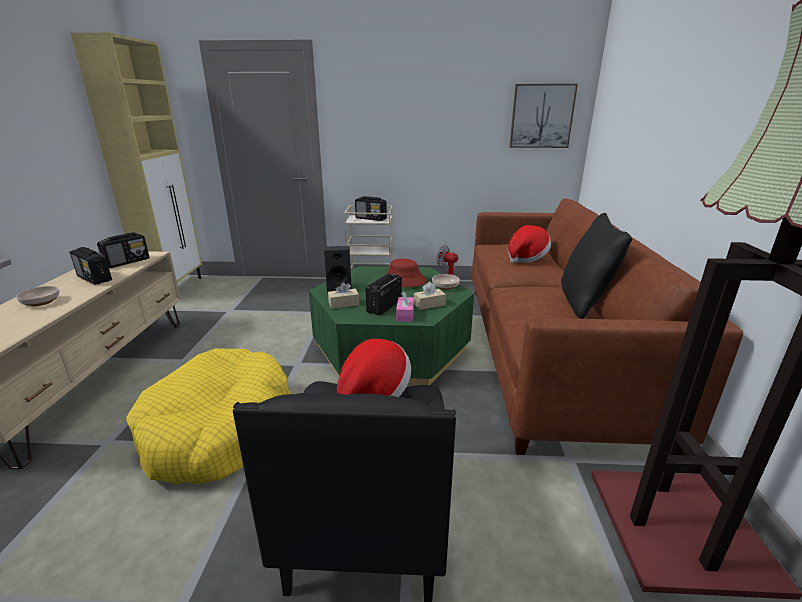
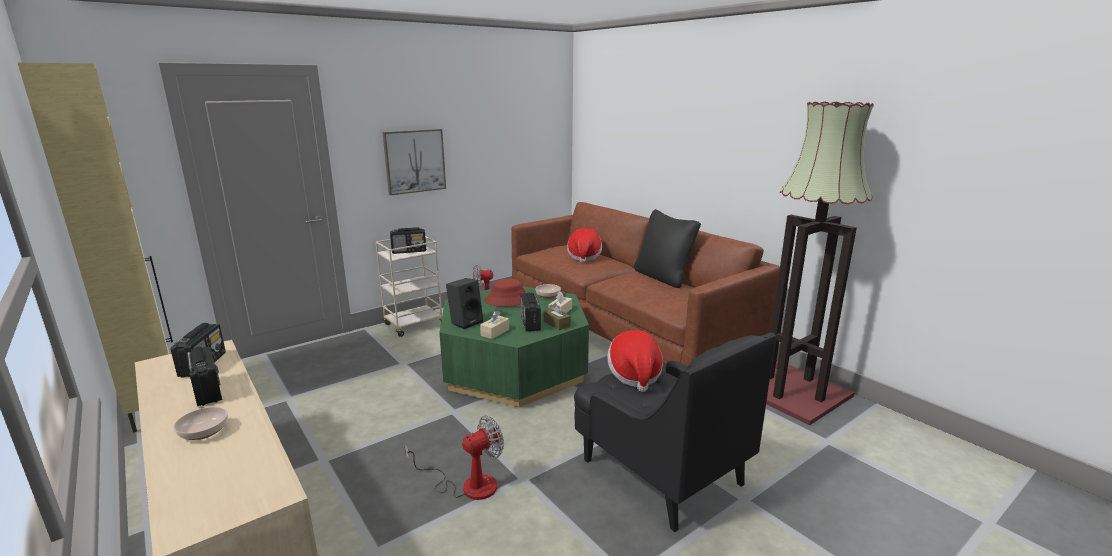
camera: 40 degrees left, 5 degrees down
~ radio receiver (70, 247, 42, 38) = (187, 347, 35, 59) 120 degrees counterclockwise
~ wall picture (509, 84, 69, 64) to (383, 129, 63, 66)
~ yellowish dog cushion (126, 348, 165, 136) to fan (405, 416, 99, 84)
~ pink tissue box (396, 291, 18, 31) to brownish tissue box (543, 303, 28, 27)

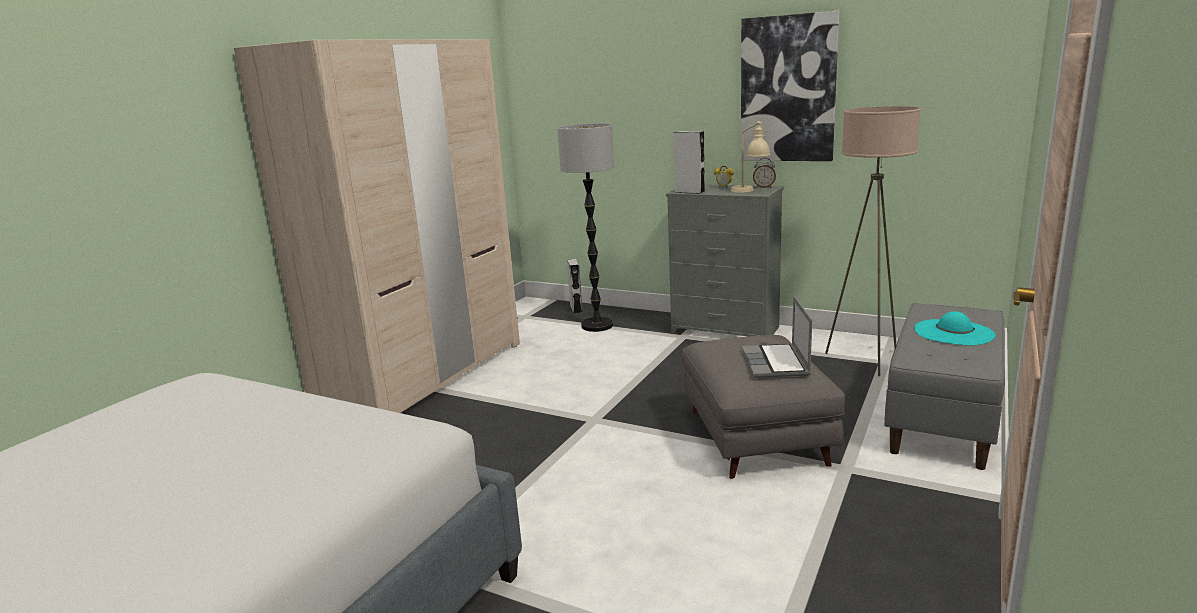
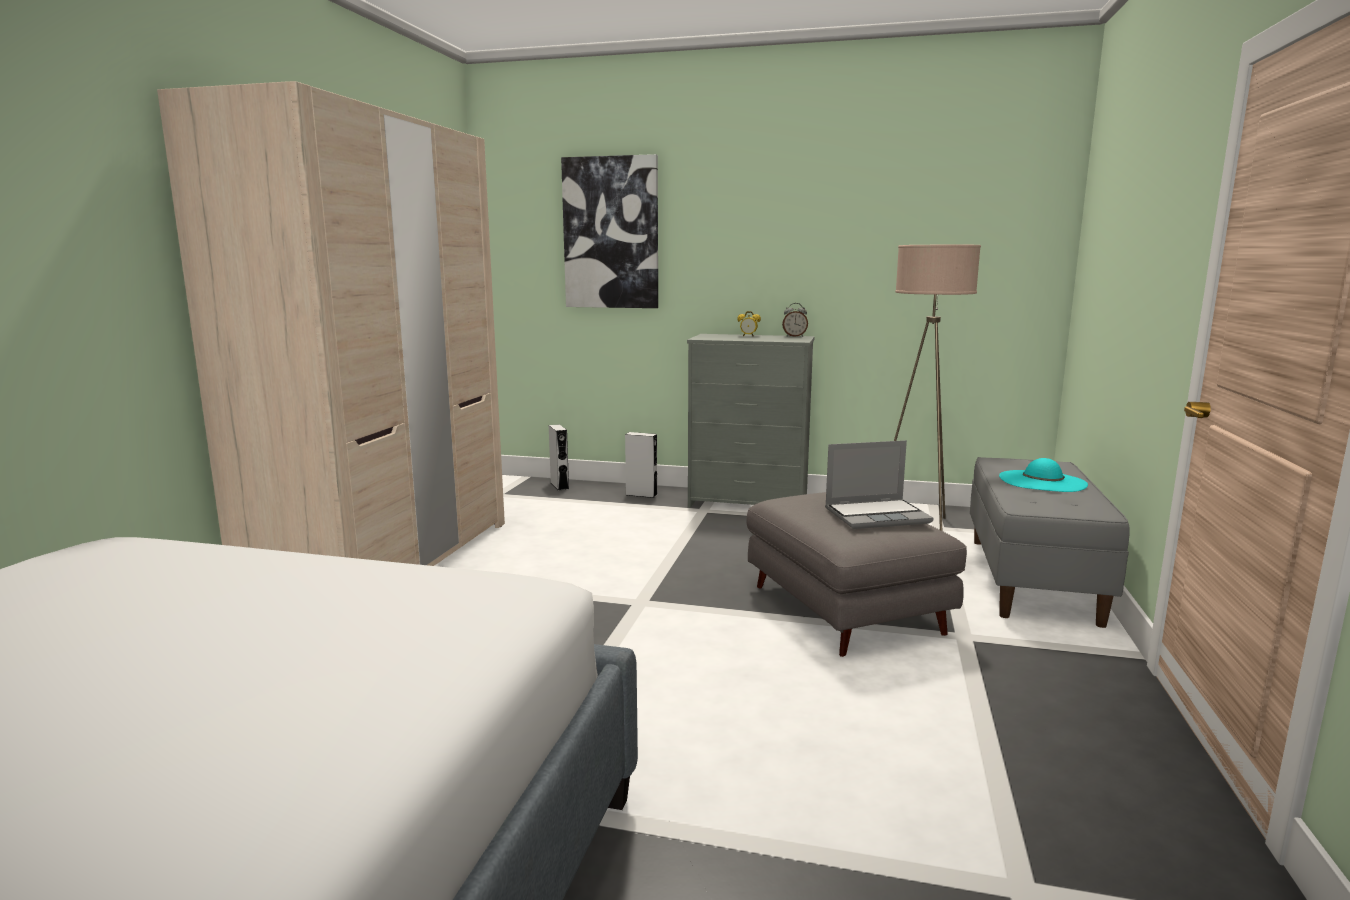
camera: 15 degrees left, 5 degrees down
~ wall picture (741, 11, 98, 150) to (561, 154, 97, 154)
~ grey speaker (674, 131, 31, 63) to (625, 432, 33, 66)
~ laptop (742, 296, 70, 82) = (825, 440, 108, 89) 90 degrees counterclockwise
- standing lamp (557, 123, 57, 209)
- beige-coloured lamp for a table (731, 121, 39, 72)

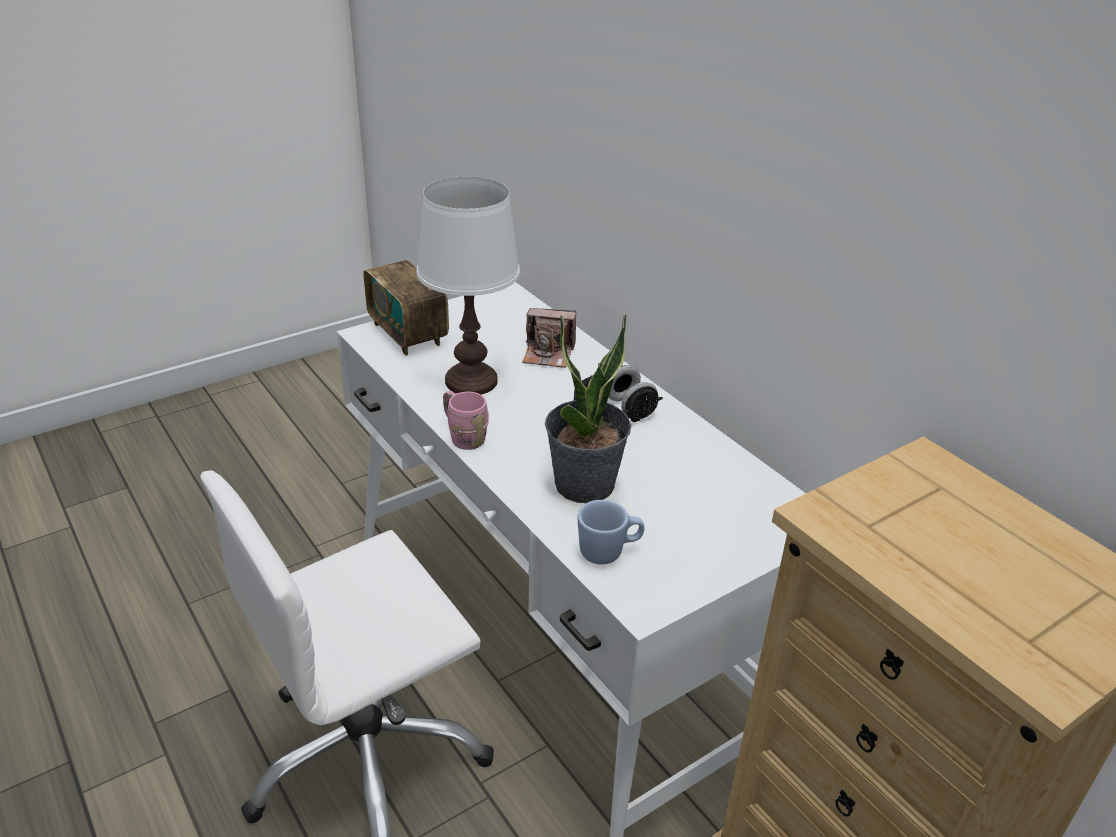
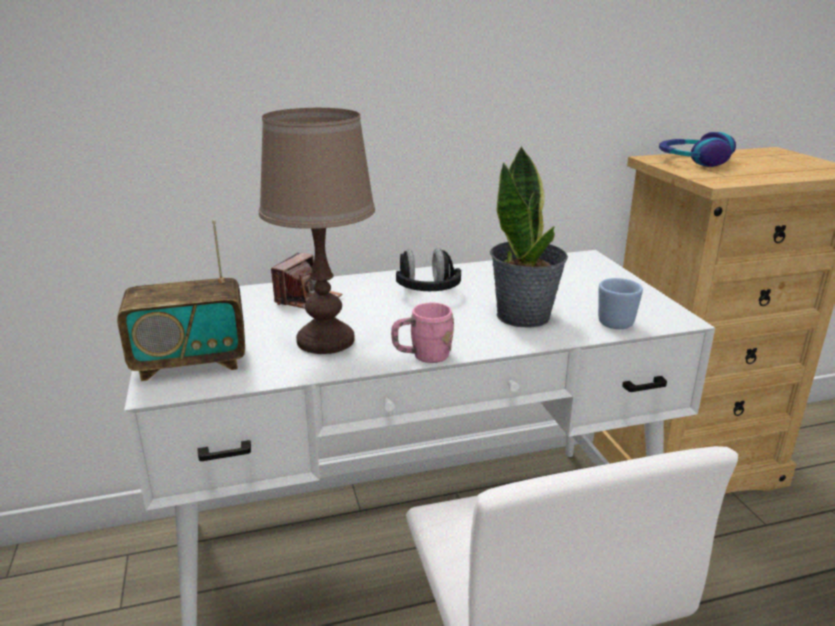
camera: 70 degrees left, 10 degrees down
~ white lamp for a table (416, 176, 104, 219) to brownish lamp for a table (259, 108, 116, 246)
+ headphones (659, 132, 77, 35)

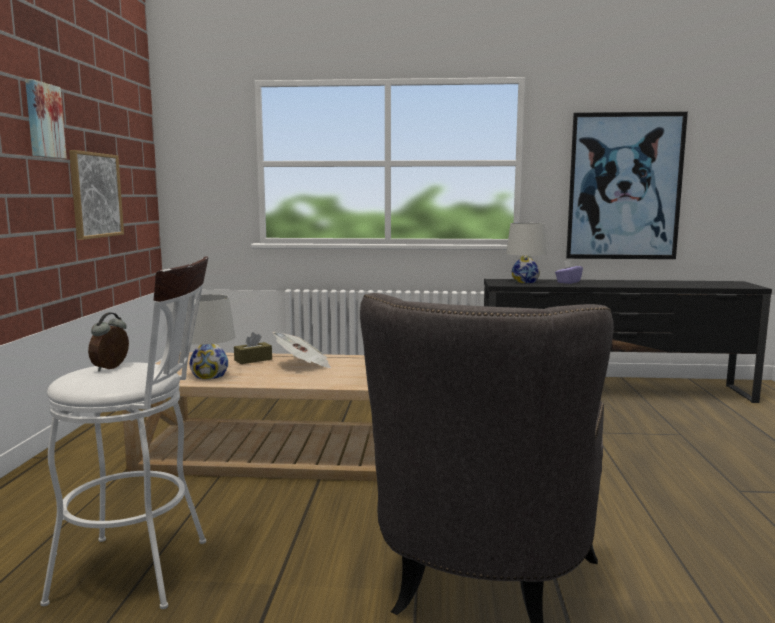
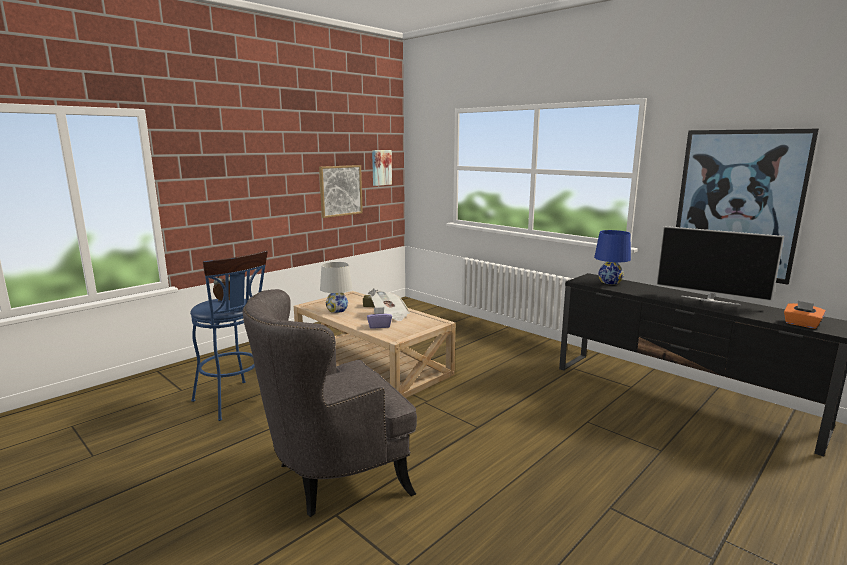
camera: 40 degrees right, 5 degrees up
~ white stool (40, 256, 169, 353) to blue-coloured stool (190, 251, 78, 170)
~ purplish tissue box (555, 260, 28, 24) to (367, 307, 25, 22)
~ wall picture (25, 79, 42, 80) to (372, 150, 20, 36)
~ white lamp for a table (506, 223, 41, 60) to blue-coloured lamp for a table (594, 230, 37, 54)
+ television (656, 226, 128, 79)
+ orangey tissue box (784, 301, 42, 28)

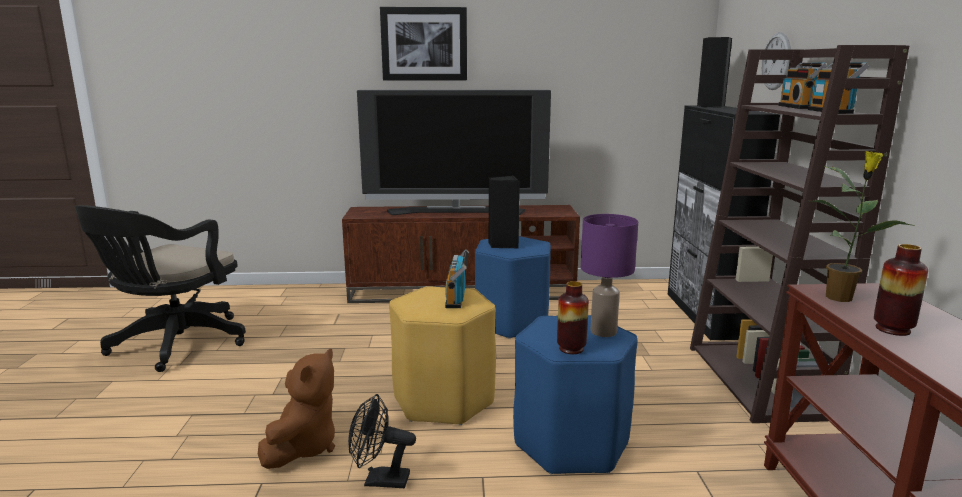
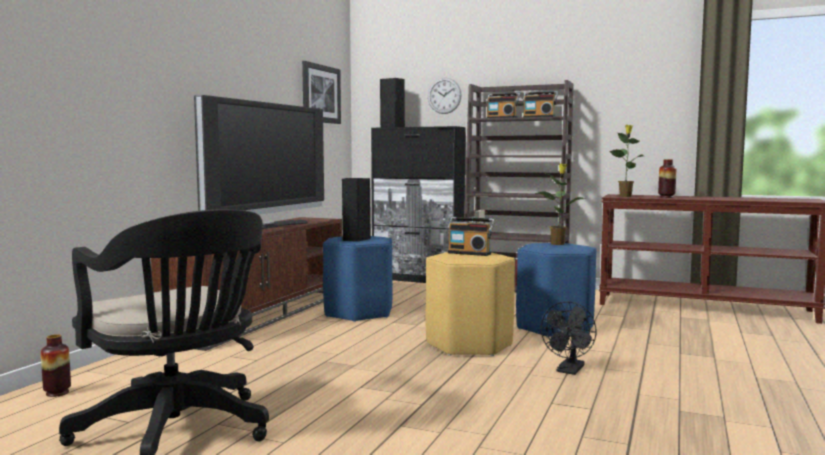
camera: 65 degrees left, 10 degrees down
~ vase (557, 281, 32, 73) to (41, 334, 30, 63)
~ wall picture (380, 7, 87, 73) to (302, 61, 39, 63)
~ purplish lamp for a table (581, 214, 57, 123) to plant in a pot (537, 163, 48, 82)
- brownish cuddly toy (258, 349, 77, 120)

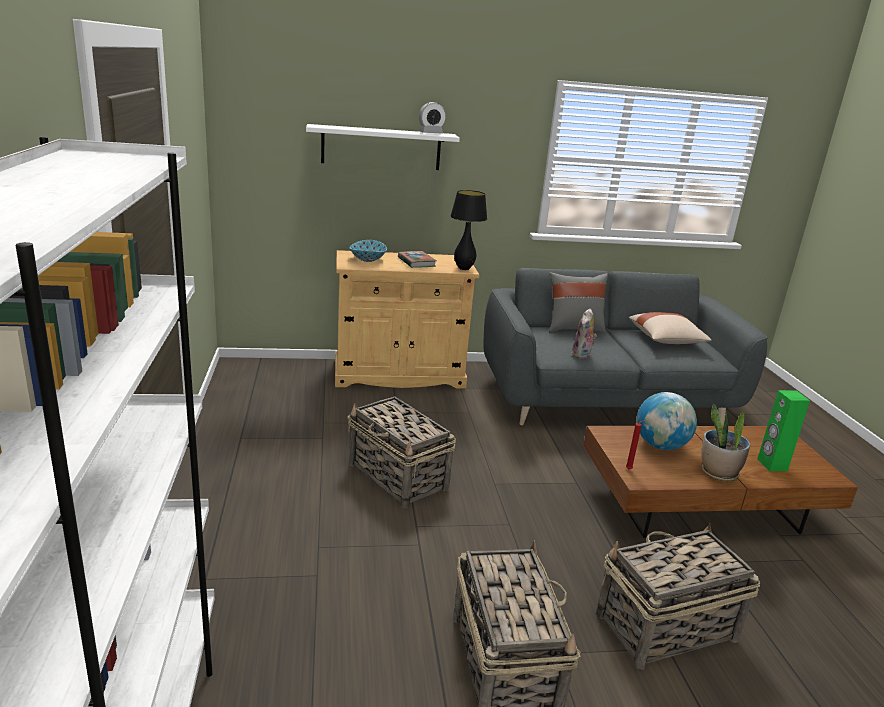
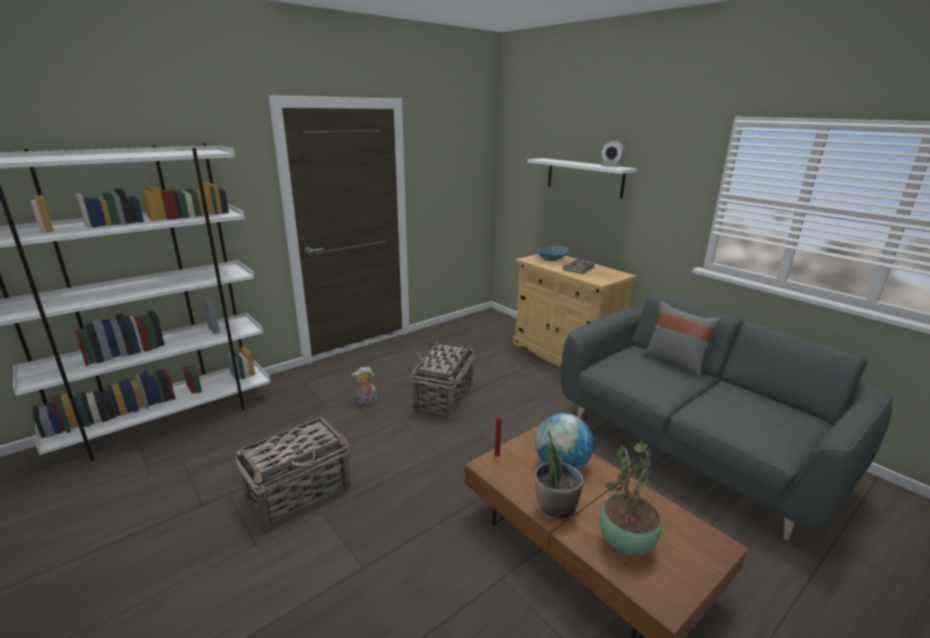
camera: 60 degrees right, 0 degrees up
~ cuddly toy (571, 308, 26, 50) to (351, 367, 26, 37)
~ greenish speaker (757, 390, 53, 81) to plant in a pot (600, 440, 62, 116)
- blackish lamp for a table (451, 190, 36, 80)
- basket (596, 523, 164, 147)
- beige-coloured cushion (629, 312, 83, 32)

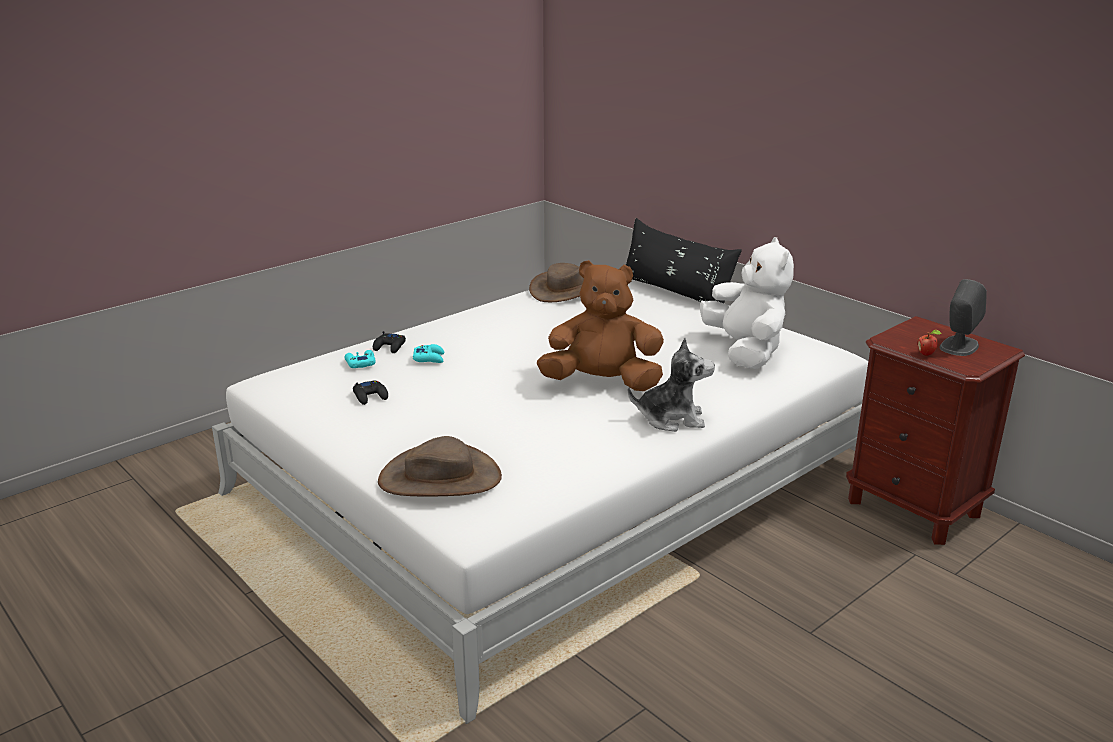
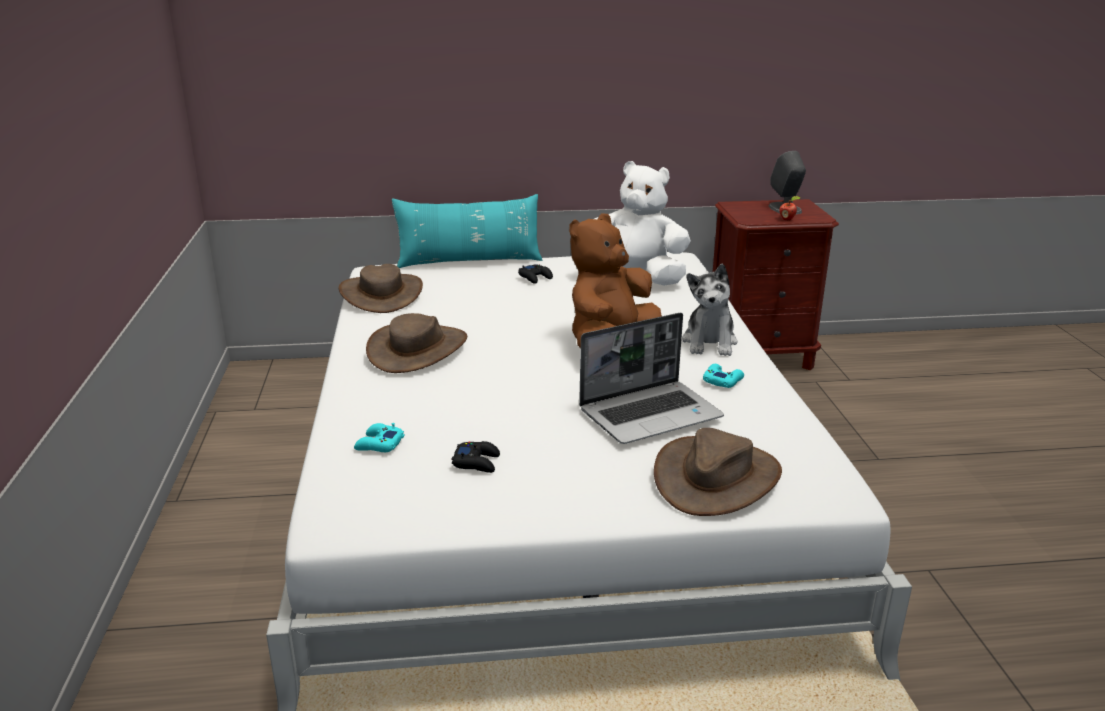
camera: 55 degrees left, 0 degrees up
+ brownish clothing hat (366, 313, 101, 60)
~ blackish cushion (626, 218, 116, 85) to blue-green cushion (392, 194, 150, 74)
~ blackish game controller (373, 331, 33, 22) to (518, 264, 35, 20)
+ laptop (579, 313, 145, 131)
~ cuddly toy (628, 338, 87, 94) = (682, 264, 56, 92) 150 degrees clockwise
~ blue-green game controller (413, 344, 31, 19) to (703, 364, 41, 24)

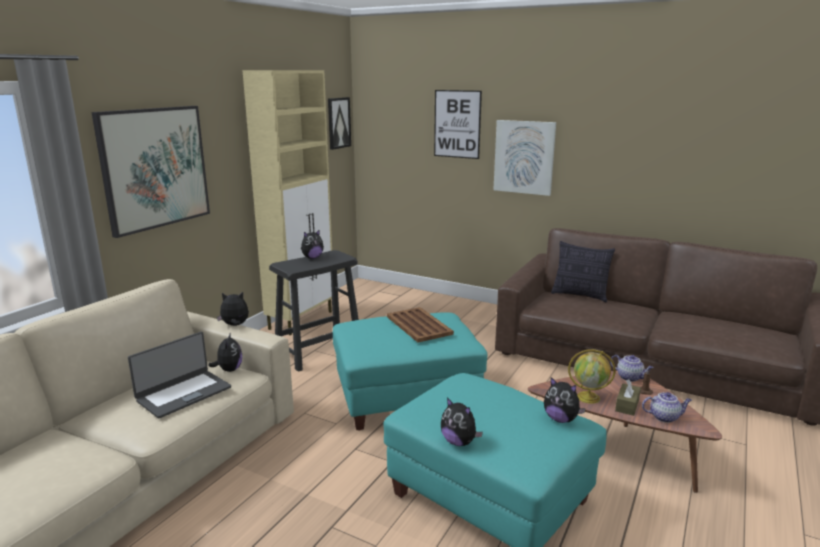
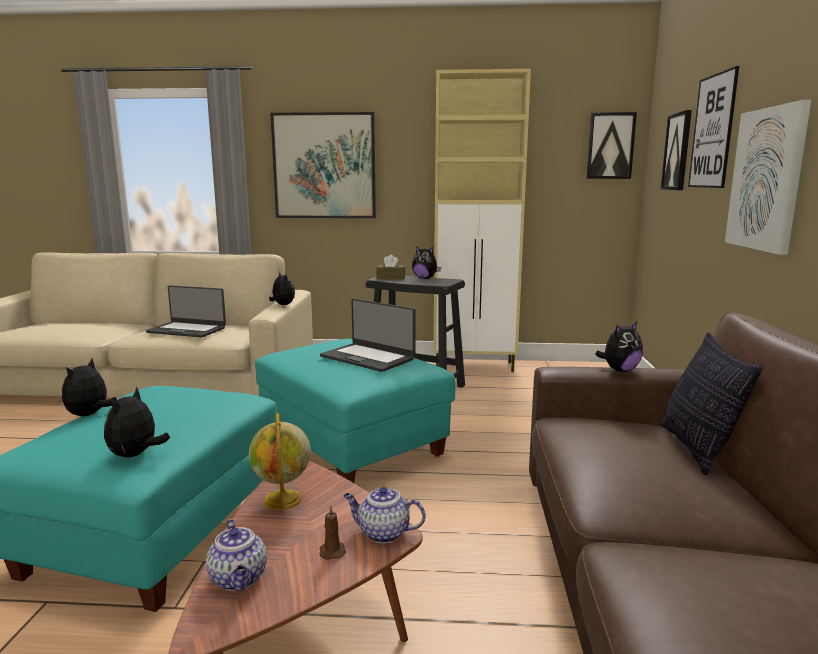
camera: 65 degrees right, 5 degrees down
~ brownish carrying tray (387, 307, 67, 36) to laptop (320, 299, 96, 73)
~ teapot (610, 355, 44, 27) = (343, 487, 83, 56) 90 degrees clockwise
~ brownish tissue box (615, 379, 26, 37) to (376, 255, 29, 25)
~ cuddly toy (209, 332, 33, 40) to (595, 322, 48, 50)
+ wall picture (661, 110, 31, 80)

